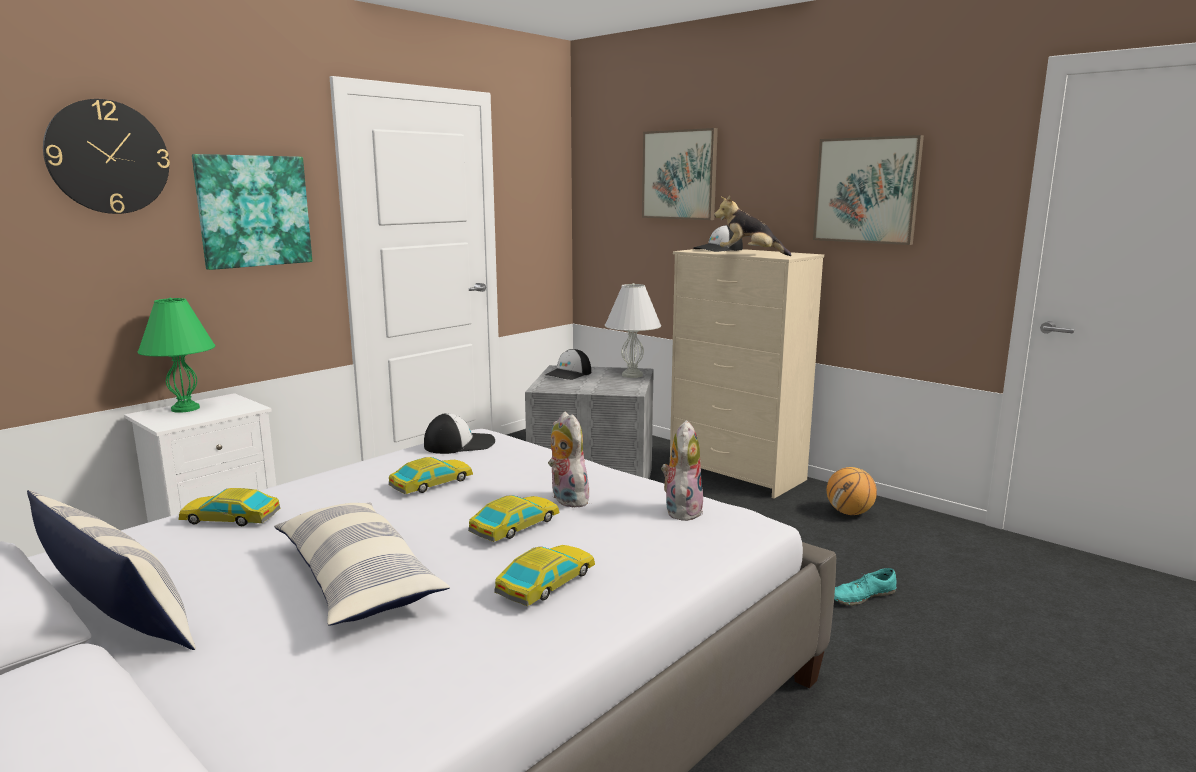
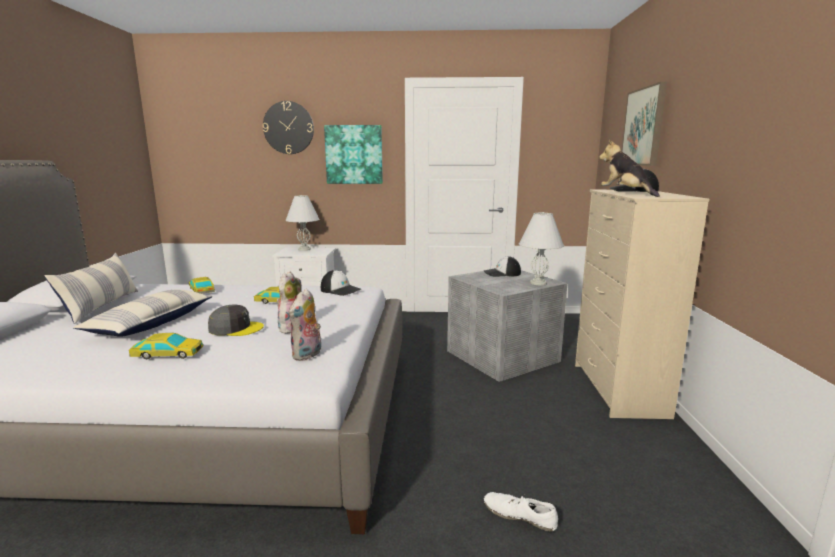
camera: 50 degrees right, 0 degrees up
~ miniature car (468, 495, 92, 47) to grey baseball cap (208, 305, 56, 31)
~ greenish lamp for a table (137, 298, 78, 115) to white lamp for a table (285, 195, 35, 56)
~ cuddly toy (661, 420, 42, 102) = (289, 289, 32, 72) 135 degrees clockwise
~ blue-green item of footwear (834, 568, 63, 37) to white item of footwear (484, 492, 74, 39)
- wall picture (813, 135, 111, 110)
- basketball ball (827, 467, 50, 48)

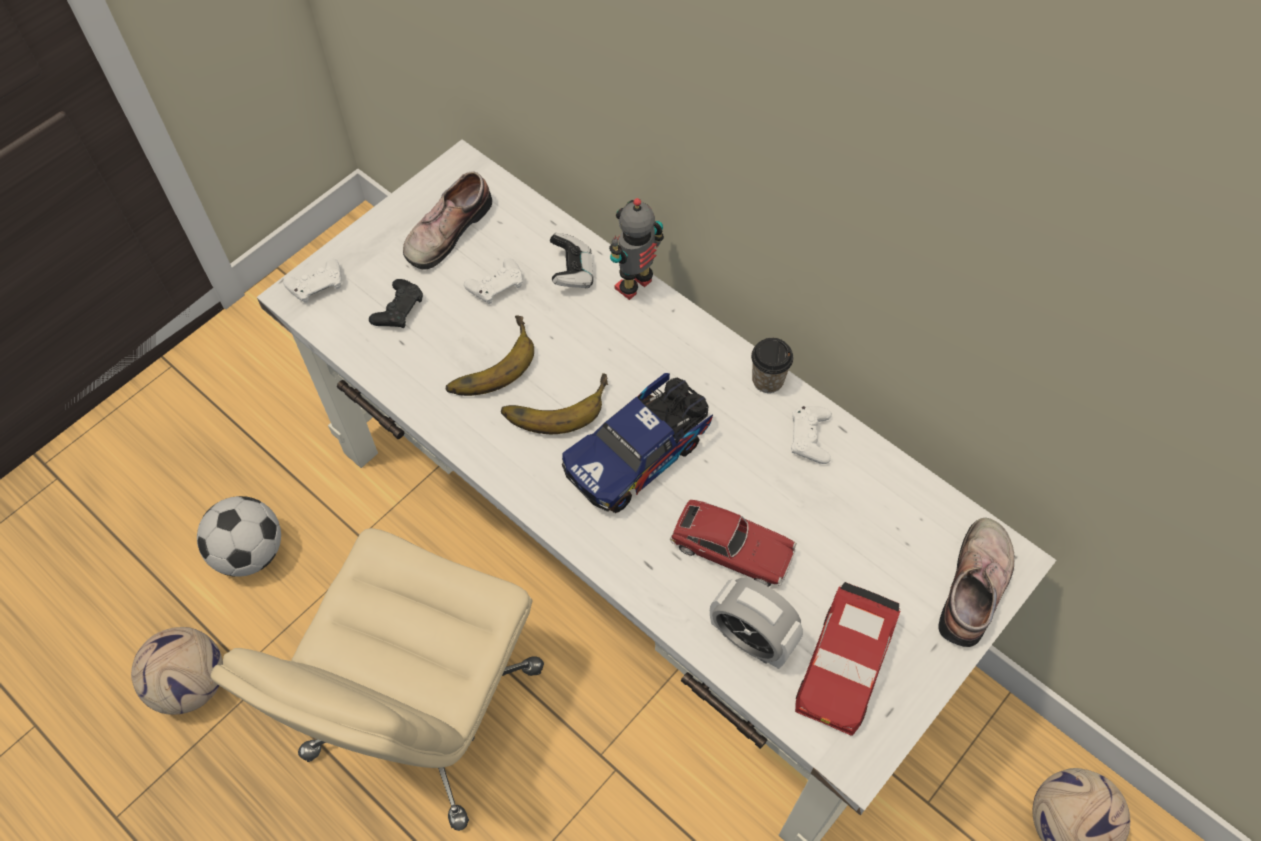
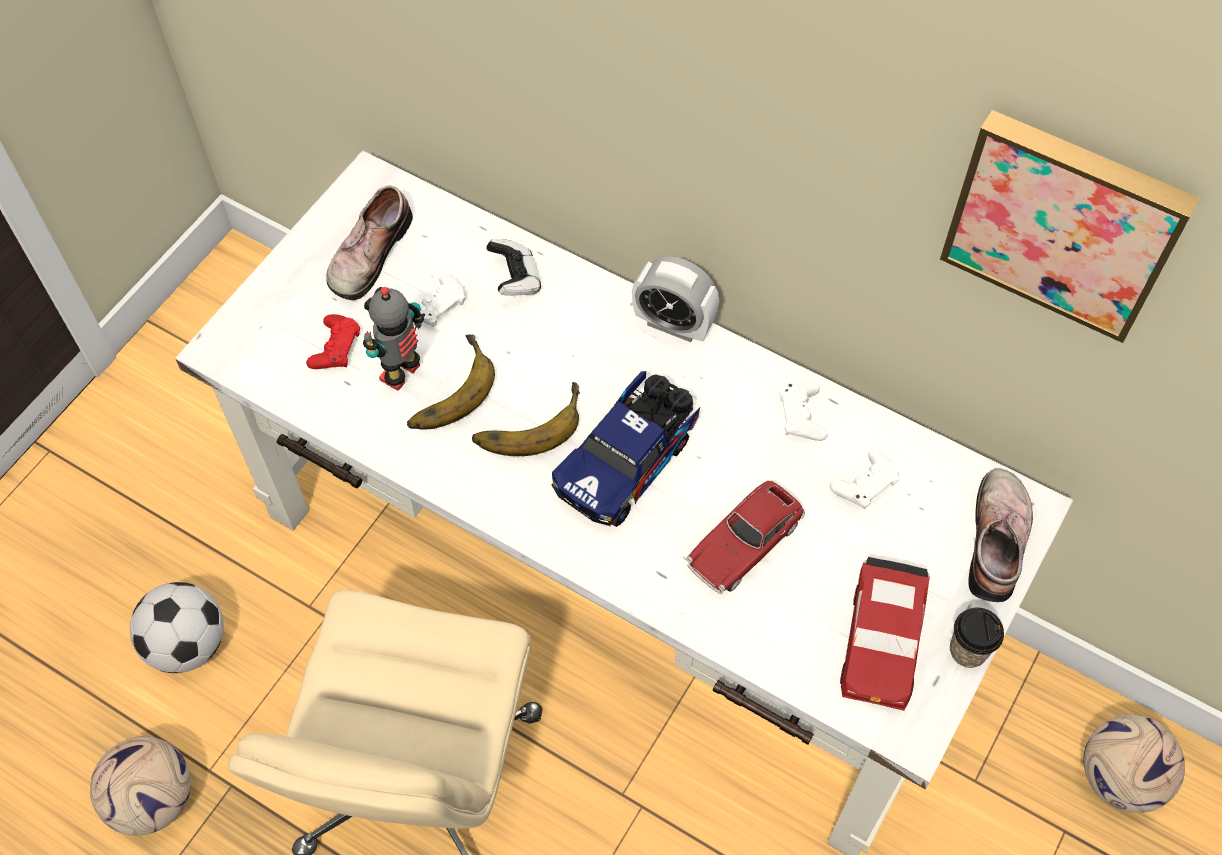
camera: 10 degrees left, 0 degrees up
~ blackish game controller (369, 279, 54, 49) to red game controller (306, 314, 54, 55)
~ toy robot (609, 198, 55, 102) to (363, 287, 61, 104)
~ table clock (710, 578, 93, 91) to (632, 256, 87, 86)
~ miniature car (670, 500, 127, 87) = (687, 481, 118, 113) 120 degrees clockwise
~ white game controller (283, 258, 59, 45) to (830, 449, 69, 60)
+ wall picture (940, 110, 260, 233)
~ cup (751, 338, 42, 55) to (950, 608, 54, 60)

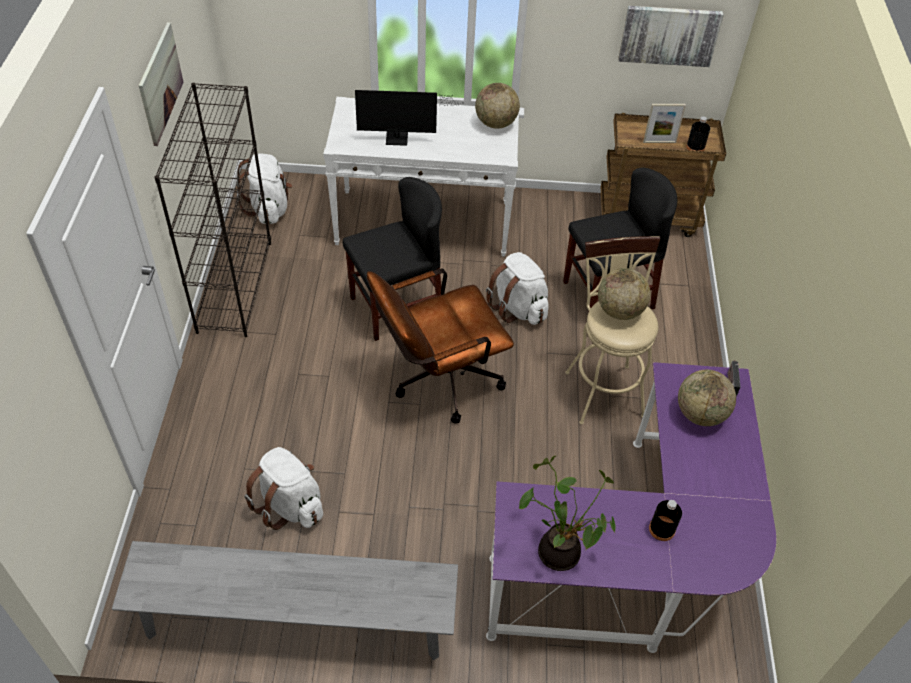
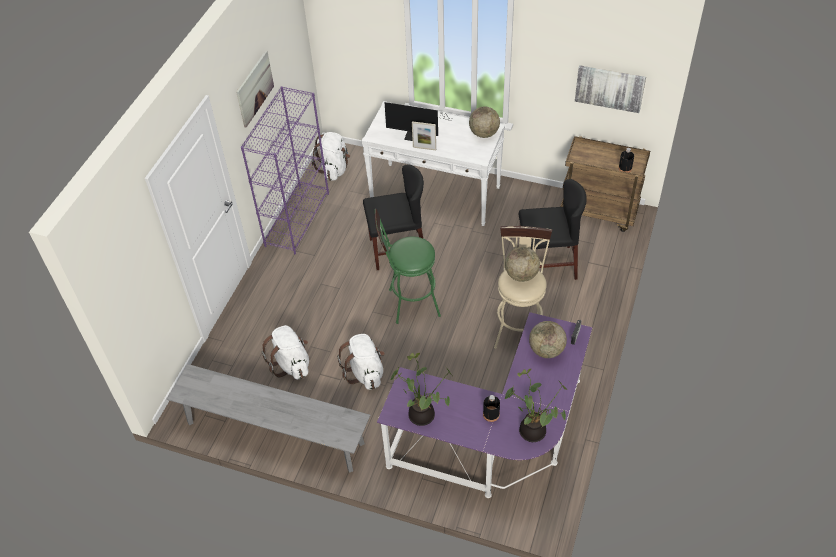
camera: 20 degrees right, 0 degrees up
~ blackish bookshelf (154, 83, 117, 254) to purplish bookshelf (241, 86, 88, 168)
~ white knapsack (486, 252, 63, 73) to (337, 334, 48, 56)
~ brownish office chair (367, 268, 147, 156) to greenish stool (375, 209, 66, 115)
~ picture frame (643, 104, 43, 39) to (412, 121, 24, 29)
+ plant in a pot (505, 369, 62, 73)

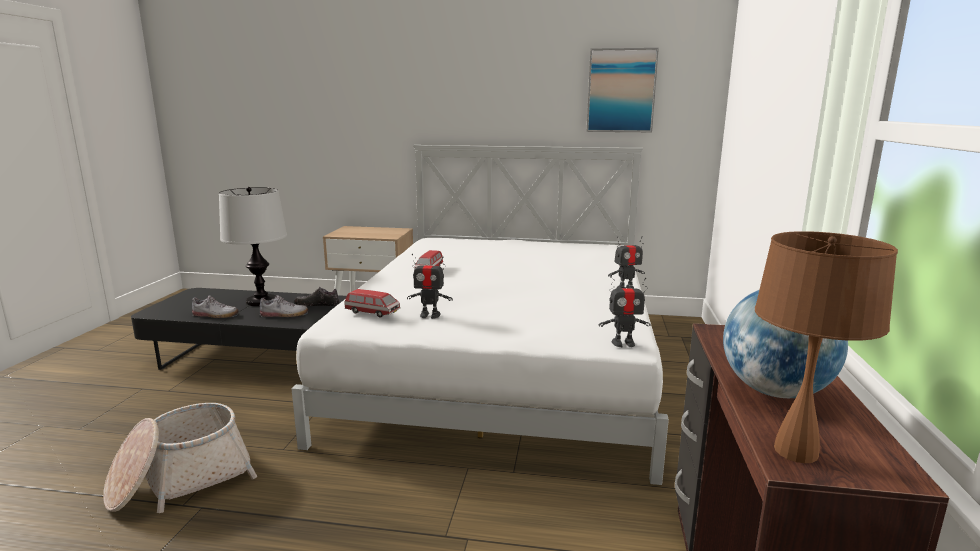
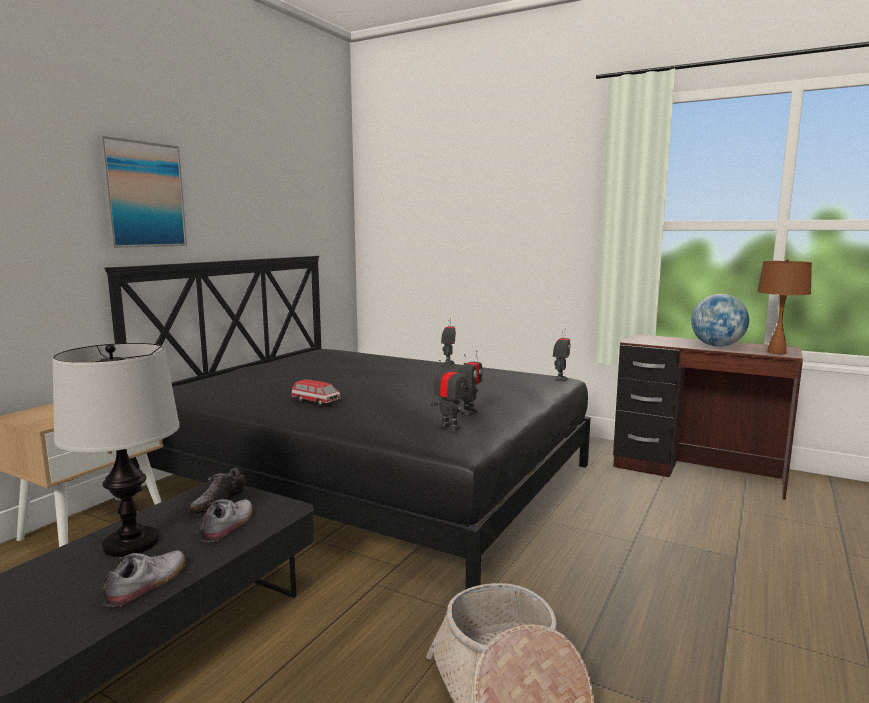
camera: 70 degrees left, 5 degrees down
~ wall picture (586, 48, 73, 84) to (98, 136, 89, 112)
~ white bed (292, 145, 377, 340) to blackish bed (104, 256, 487, 333)
~ miniature car (344, 289, 57, 29) to toy robot (431, 359, 39, 72)

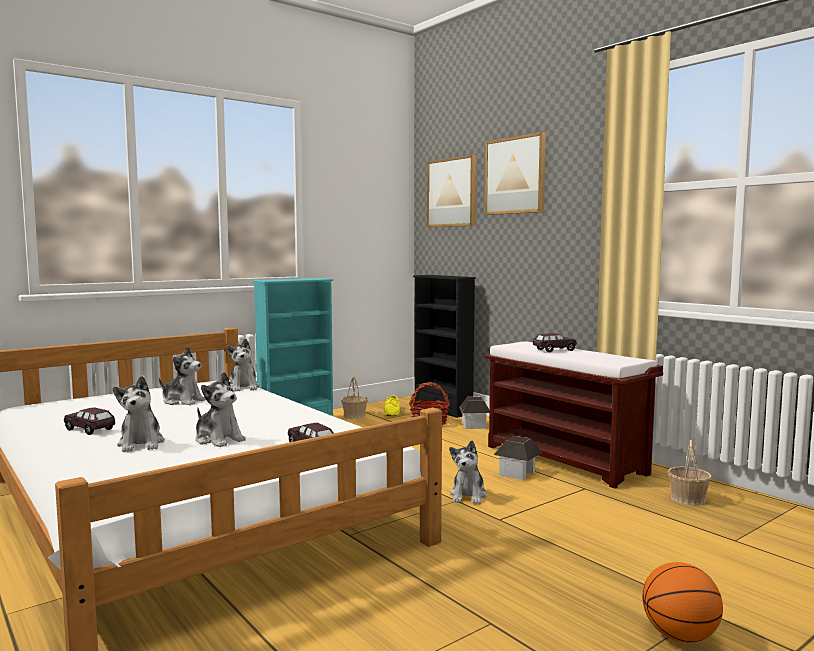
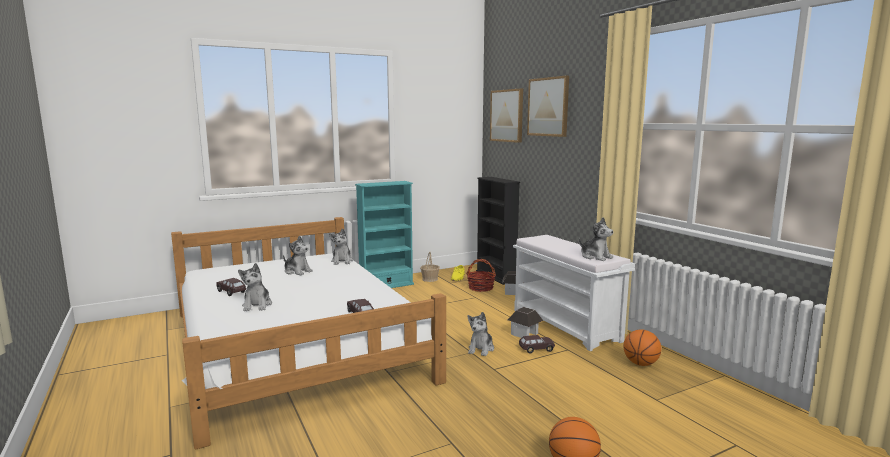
camera: 10 degrees right, 5 degrees up
~ brownish long seat (485, 341, 178, 148) to white long seat (513, 235, 122, 116)
~ brownish miniature car (533, 333, 44, 19) to (519, 335, 36, 18)
~ cuddly toy (195, 372, 51, 75) to (579, 217, 35, 44)
~ basket (668, 440, 44, 65) to basketball ball (623, 329, 38, 37)

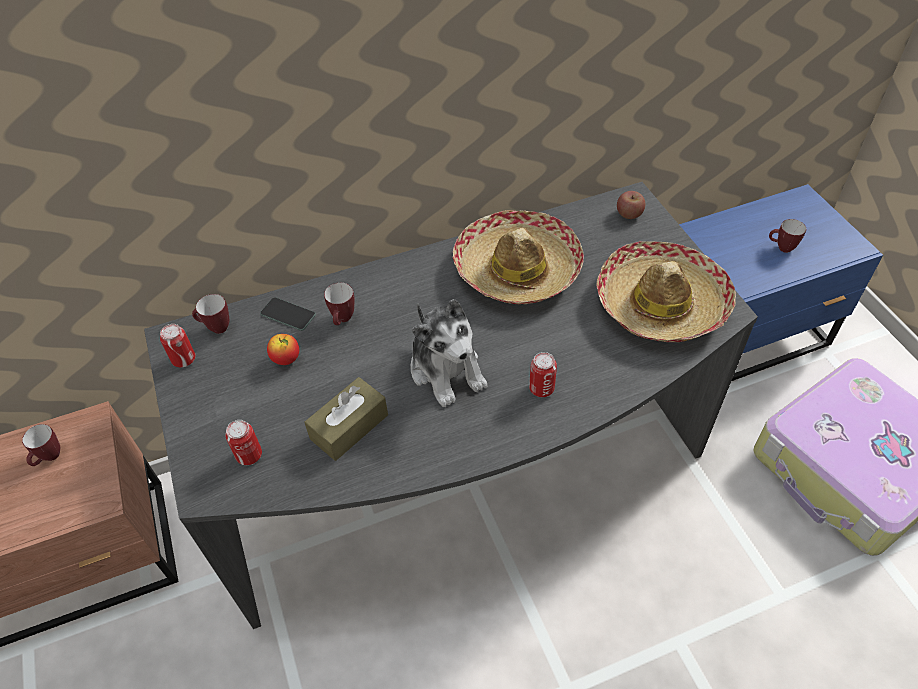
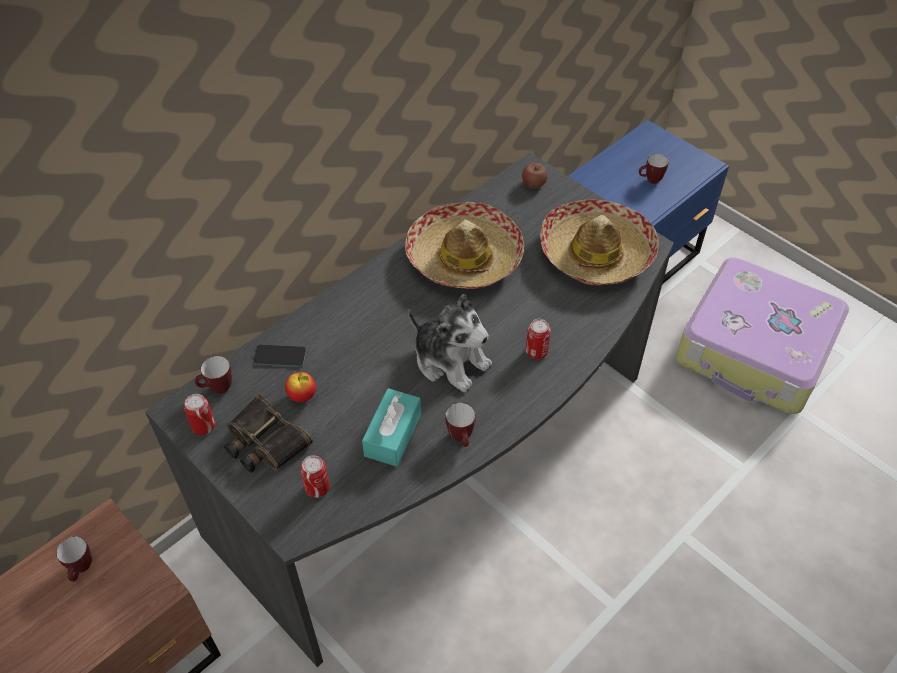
camera: 25 degrees left, 0 degrees up
+ binoculars (224, 394, 89, 79)
~ brownish tissue box (304, 377, 84, 84) to blue-green tissue box (362, 388, 59, 79)
~ coffee mug (324, 283, 31, 42) to (445, 403, 31, 44)

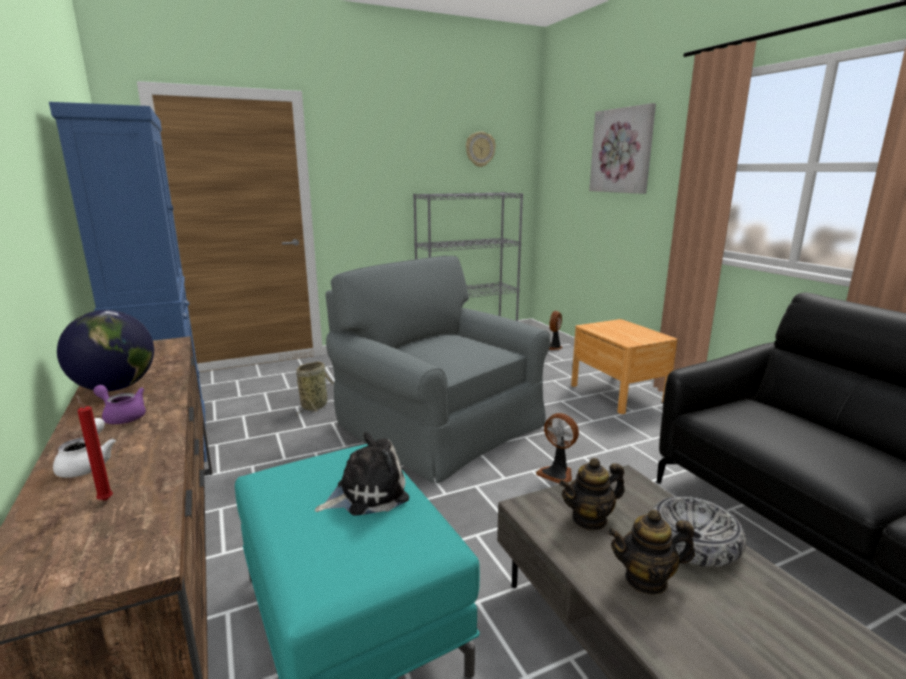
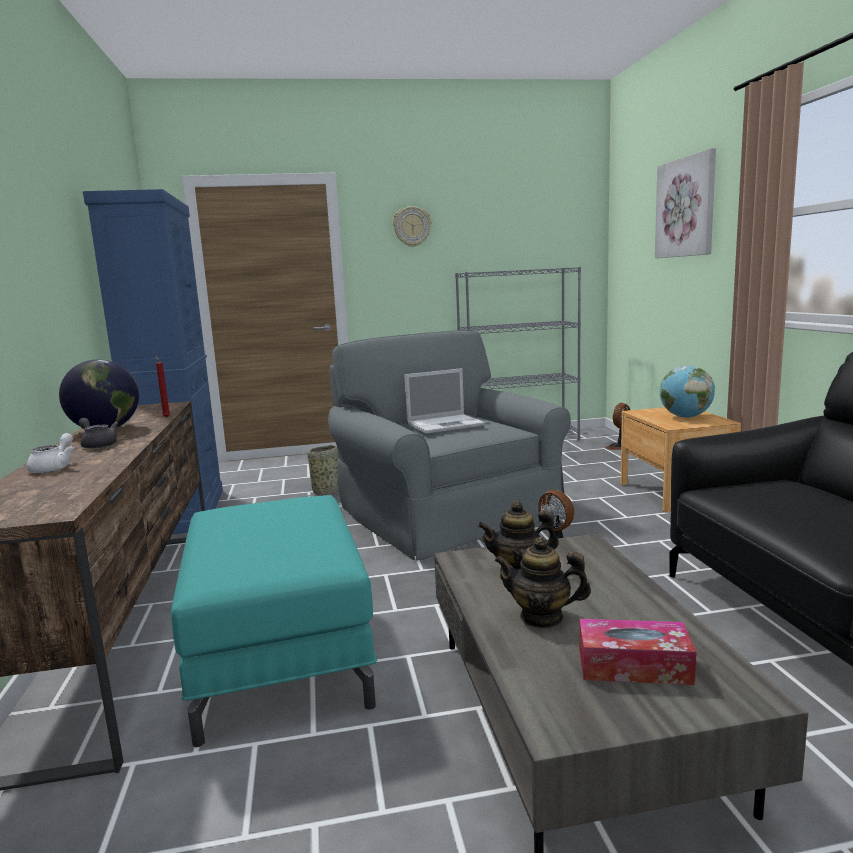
camera: 15 degrees right, 5 degrees down
~ purplish teapot (93, 385, 53, 39) to grey teapot (79, 418, 39, 31)
~ red candle (76, 395, 37, 106) to (156, 356, 14, 61)
~ wall clock (466, 132, 30, 35) to (393, 206, 38, 41)
+ laptop (404, 368, 81, 66)
+ tissue box (579, 619, 118, 66)
+ desk globe (660, 366, 55, 52)
- cuddly toy (315, 432, 94, 84)
- serving bowl (652, 496, 94, 71)

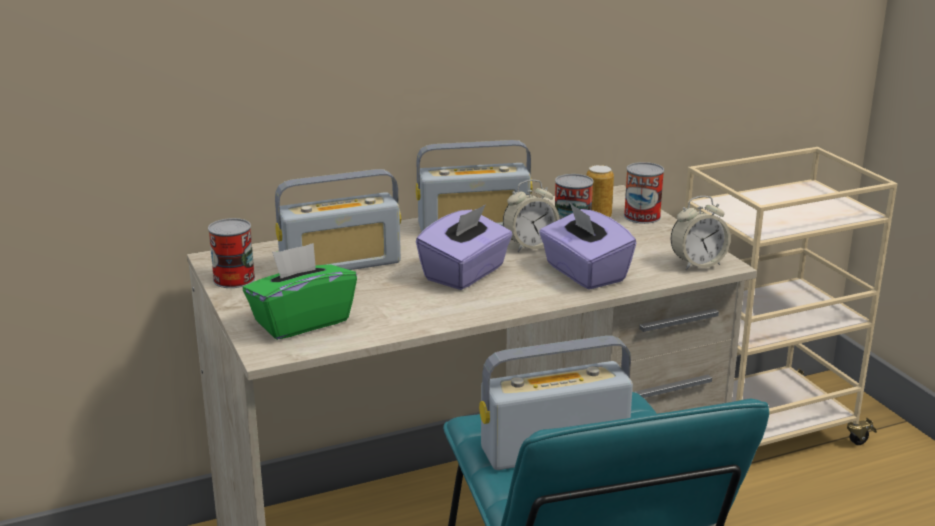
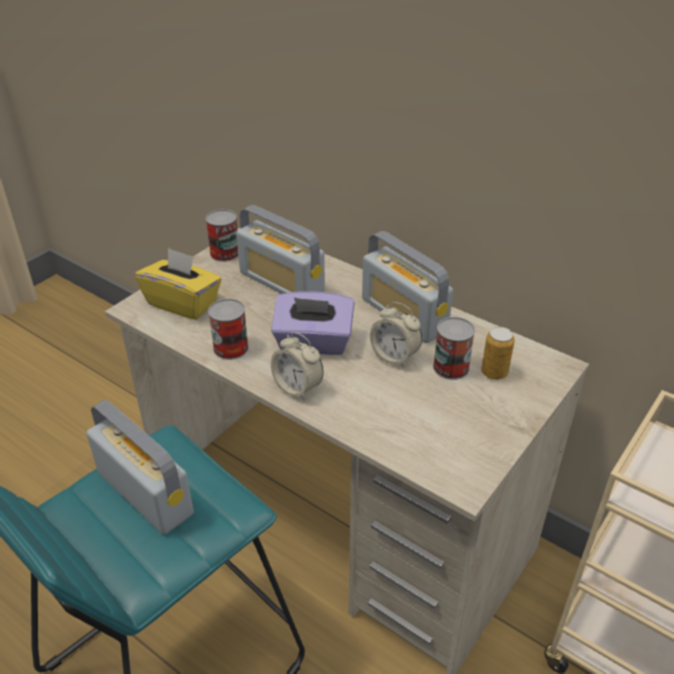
camera: 60 degrees right, 15 degrees up
~ greenish tissue box (243, 243, 114, 97) to yellowish tissue box (135, 248, 87, 72)
~ can (624, 162, 40, 62) to (208, 299, 41, 61)
~ table clock (671, 196, 60, 74) to (271, 332, 52, 68)
- purplish tissue box (539, 203, 97, 87)

